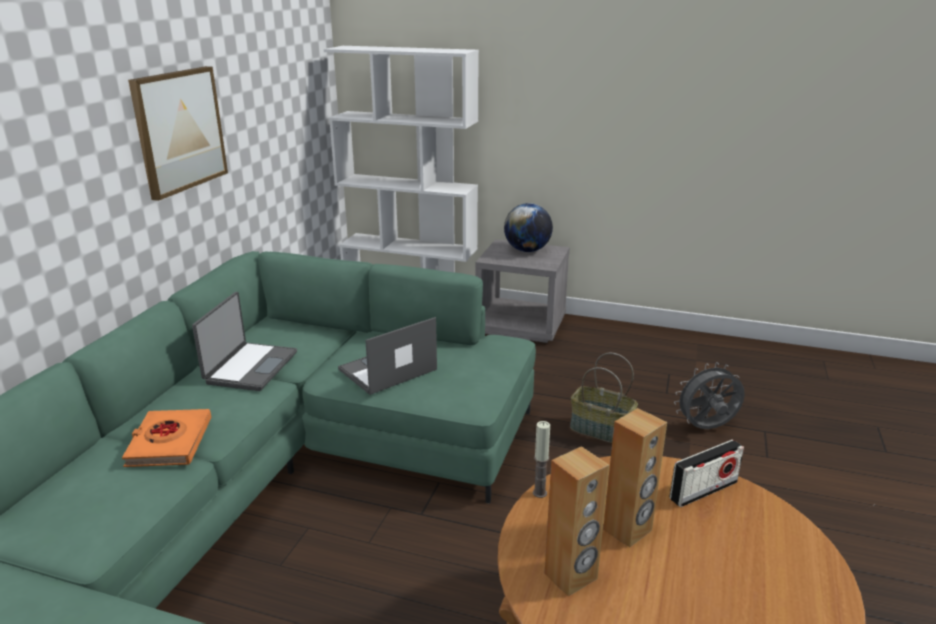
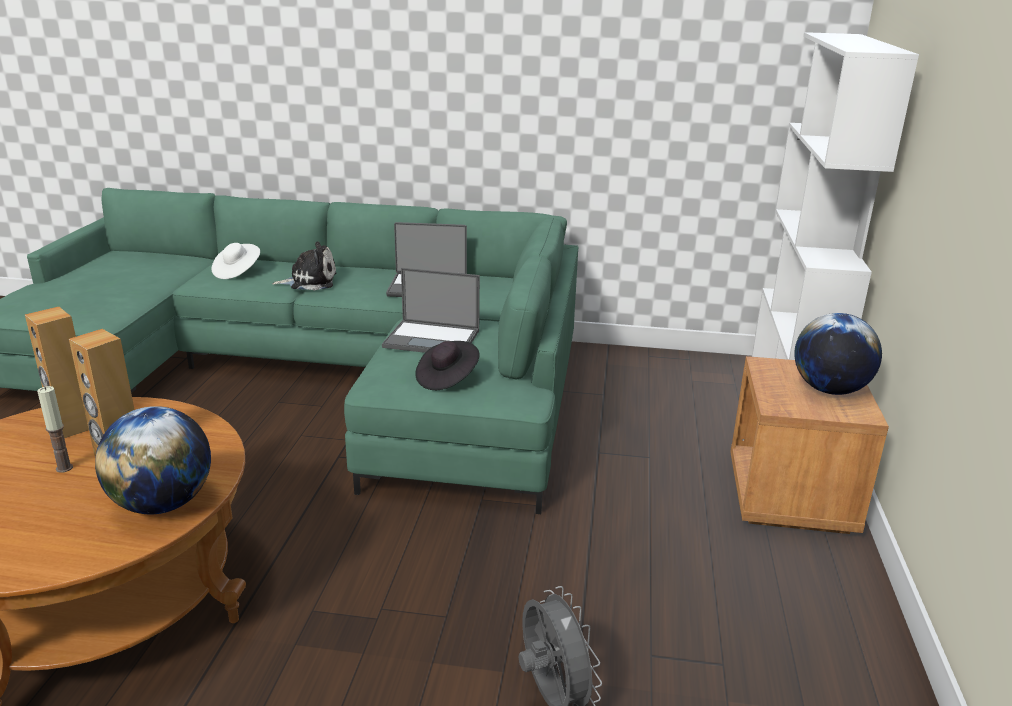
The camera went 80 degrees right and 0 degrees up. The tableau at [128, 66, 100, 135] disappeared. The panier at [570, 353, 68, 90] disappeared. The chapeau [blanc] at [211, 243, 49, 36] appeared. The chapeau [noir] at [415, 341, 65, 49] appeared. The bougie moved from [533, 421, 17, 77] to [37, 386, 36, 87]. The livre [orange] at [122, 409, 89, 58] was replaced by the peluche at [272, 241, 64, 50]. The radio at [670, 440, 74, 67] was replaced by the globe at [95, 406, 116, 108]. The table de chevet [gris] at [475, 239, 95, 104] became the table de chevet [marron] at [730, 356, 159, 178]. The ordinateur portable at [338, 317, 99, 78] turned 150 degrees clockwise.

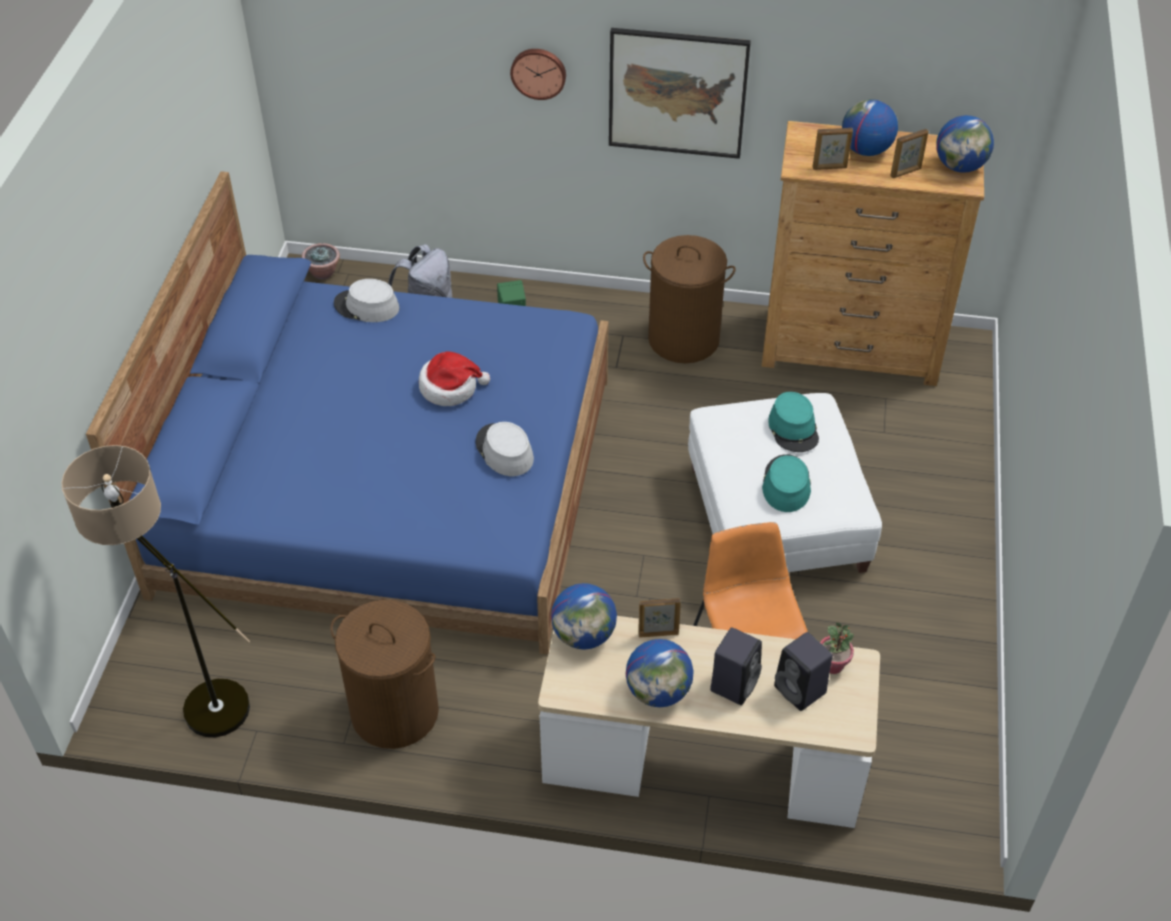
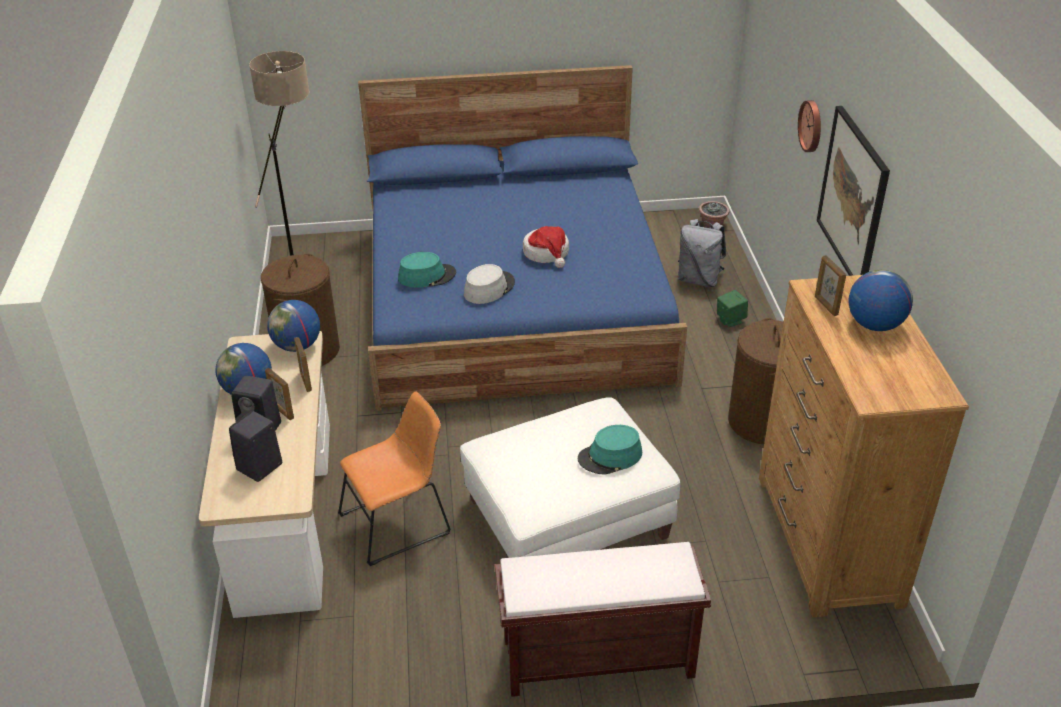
The camera went 75 degrees right and 10 degrees down. The chapeau [gris] at [334, 279, 66, 43] disappeared. The plante en pot at [820, 622, 34, 52] disappeared. The globe at [936, 115, 58, 58] disappeared. The banc [marron] at [495, 542, 216, 155] appeared. The chapeau [turquoise] moved from [762, 454, 49, 58] to [398, 252, 58, 35]. The cadre photo moved from [890, 129, 39, 49] to [265, 368, 29, 52].

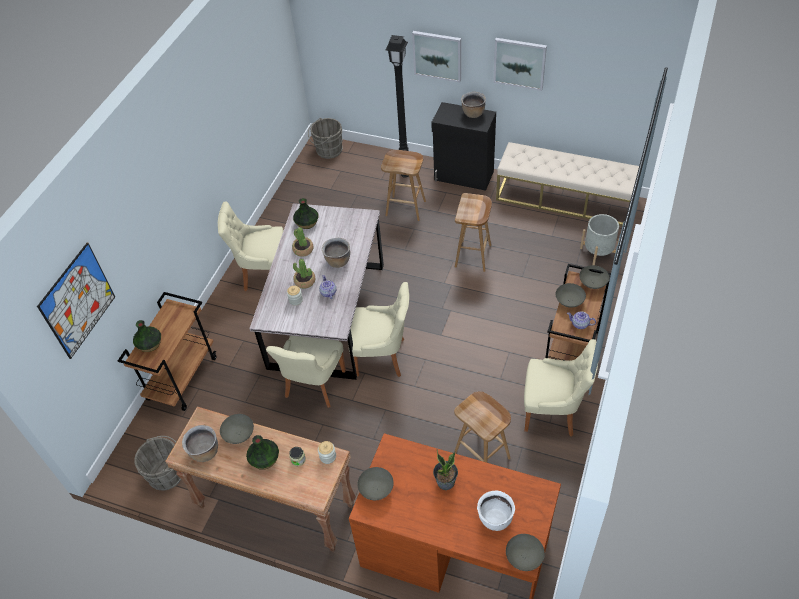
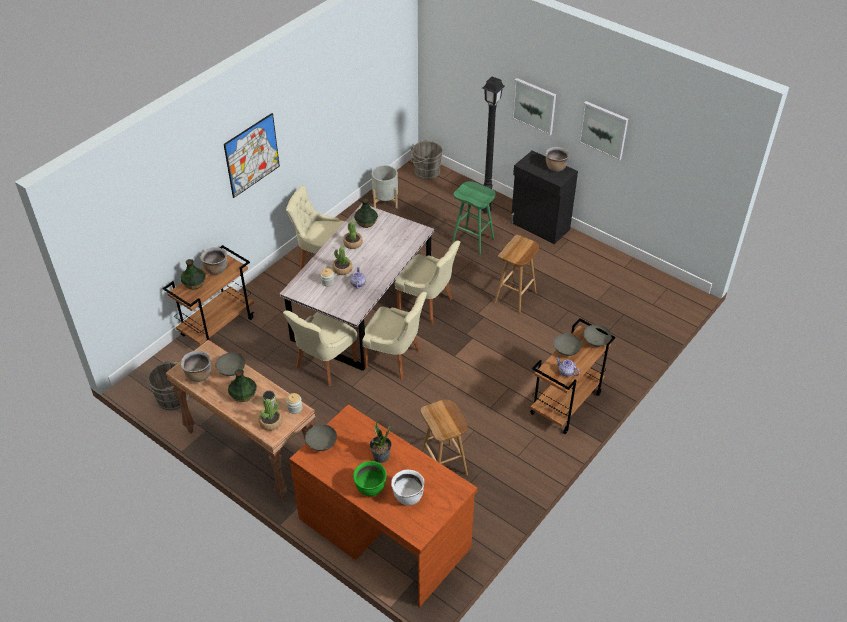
The camera went 15 degrees right and 5 degrees down. The banc [beige] at [496, 142, 143, 84] disappeared. The bol [gris] at [506, 534, 39, 37] disappeared. The plante en pot at [259, 399, 23, 32] appeared. The marmite [vert] at [353, 461, 34, 35] appeared. The tableau moved from [37, 242, 78, 117] to [224, 113, 56, 85]. The marmite [marron] moved from [322, 238, 28, 30] to [200, 247, 28, 28]. The chaise [beige] moved from [524, 339, 74, 97] to [395, 240, 65, 84]. The cache-pot [gris] moved from [580, 214, 39, 51] to [372, 165, 26, 43]. The tabouret [marron] at [381, 150, 45, 71] became the tabouret [vert] at [452, 181, 44, 73].

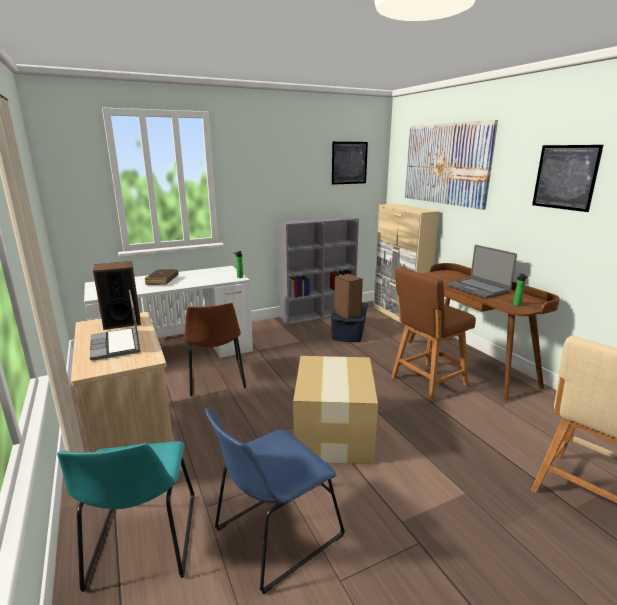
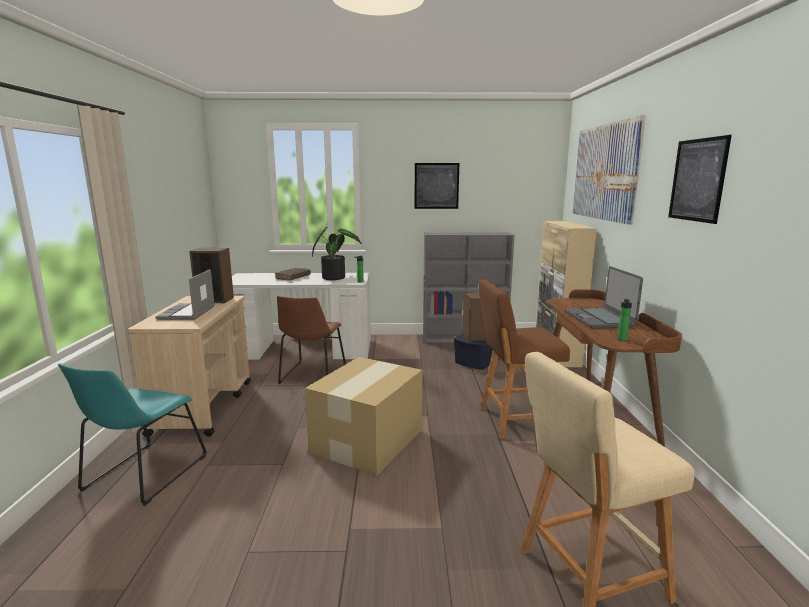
The camera went 25 degrees right and 5 degrees down. The chaise [bleu] at [205, 408, 140, 187] disappeared. The plante en pot at [312, 227, 50, 53] appeared. The tableau moved from [332, 142, 36, 43] to [415, 163, 44, 46].

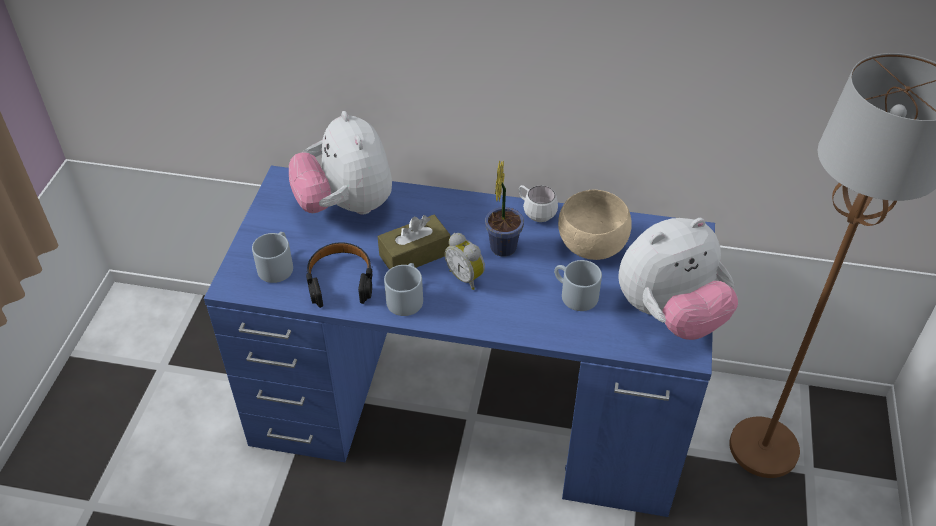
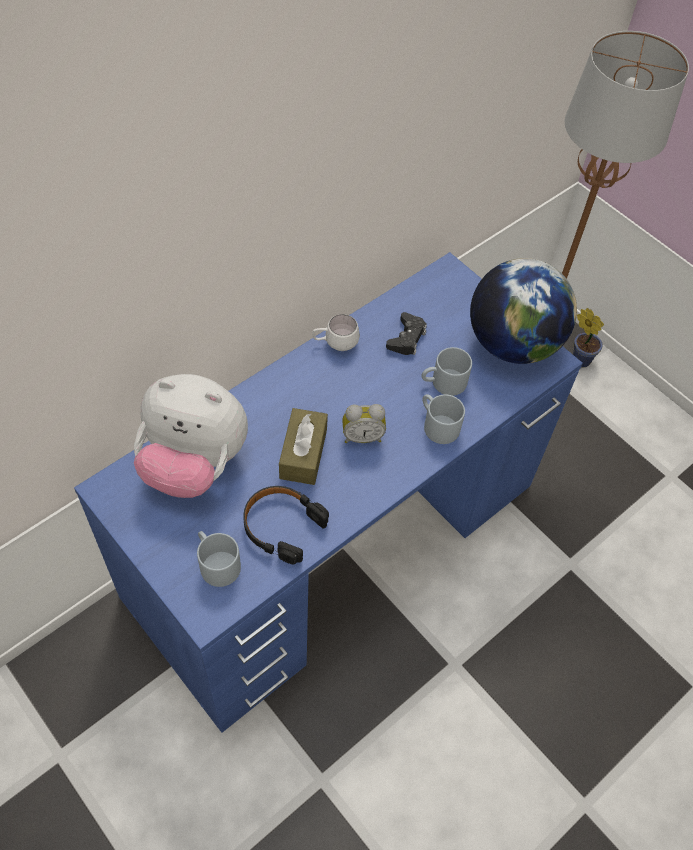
The camera went 55 degrees left and 10 degrees up. The mug [gris] moved from [384, 263, 39, 53] to [423, 394, 42, 50]. The plante en pot moved from [485, 161, 39, 96] to [573, 308, 31, 60]. The bol [beige] at [558, 190, 74, 70] was replaced by the manette [noir] at [386, 312, 41, 43]. The peluche at [618, 218, 120, 122] was replaced by the globe at [470, 258, 107, 106].

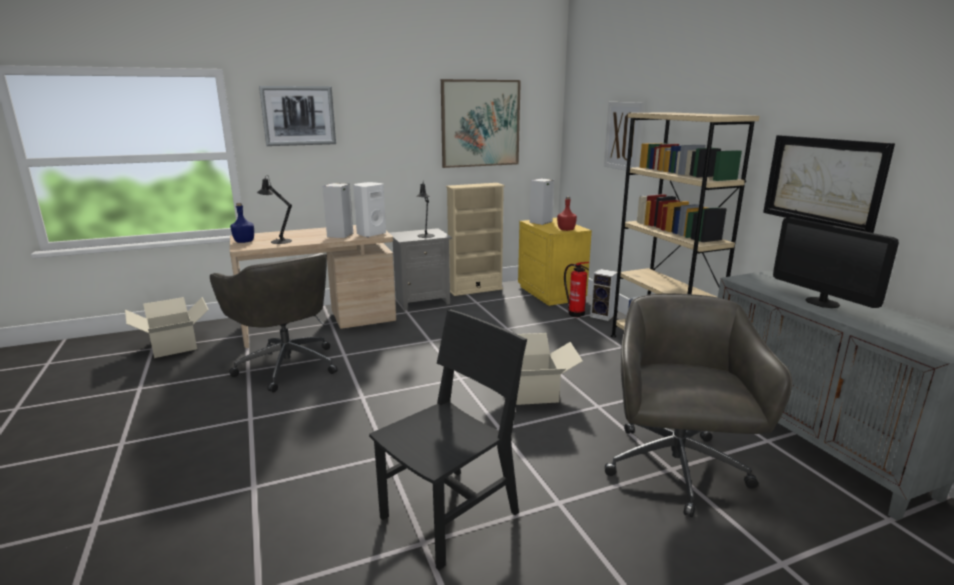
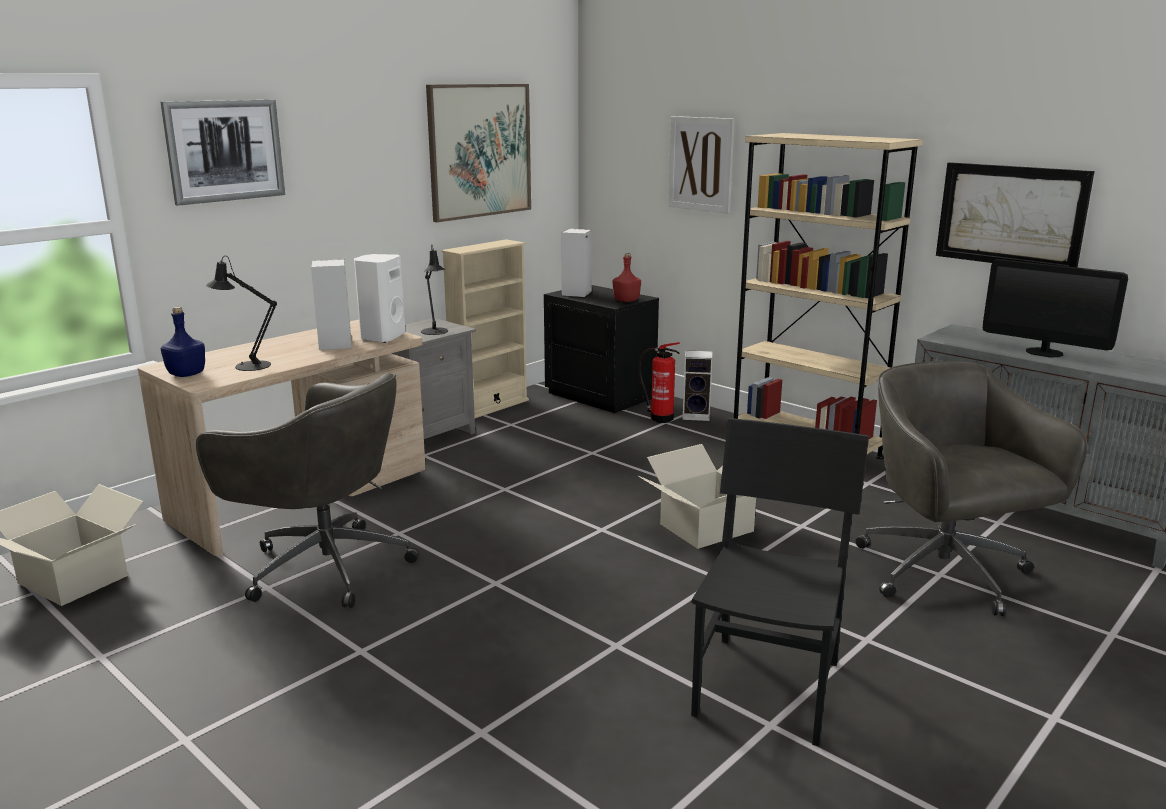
The camera went 25 degrees left and 0 degrees up. The table de chevet [jaune] at [518, 218, 74, 88] became the table de chevet [noir] at [544, 285, 115, 128].

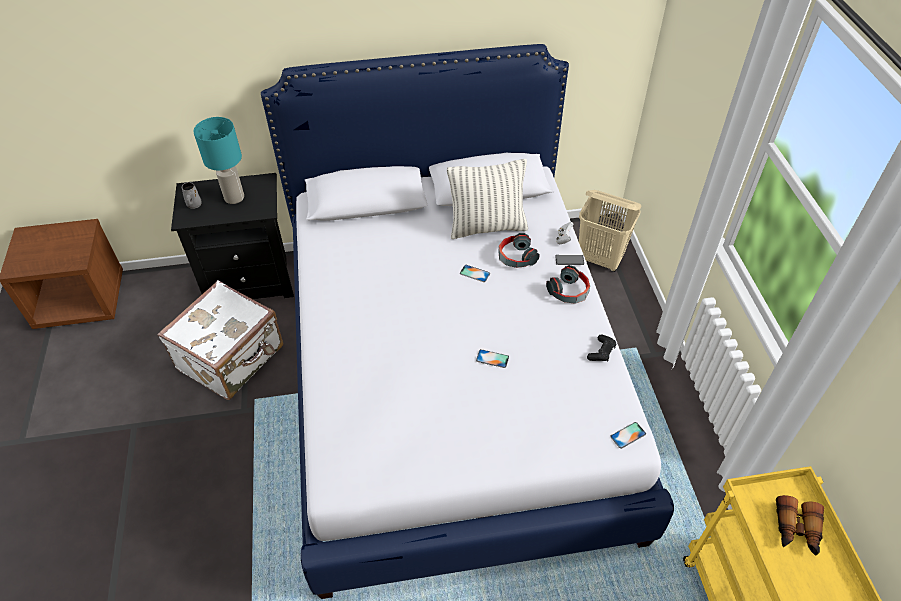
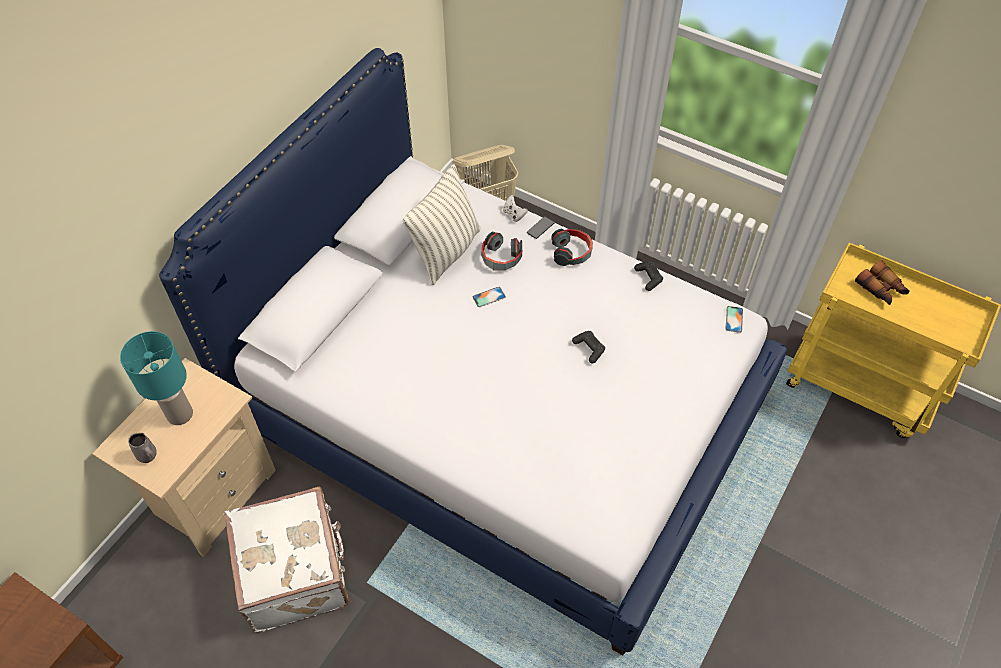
The camera went 50 degrees left and 5 degrees up. The téléphone at [476, 349, 33, 19] was replaced by the manette [noir] at [572, 331, 33, 33]. The table de chevet [noir] at [171, 173, 123, 126] became the table de chevet [beige] at [92, 358, 184, 199].

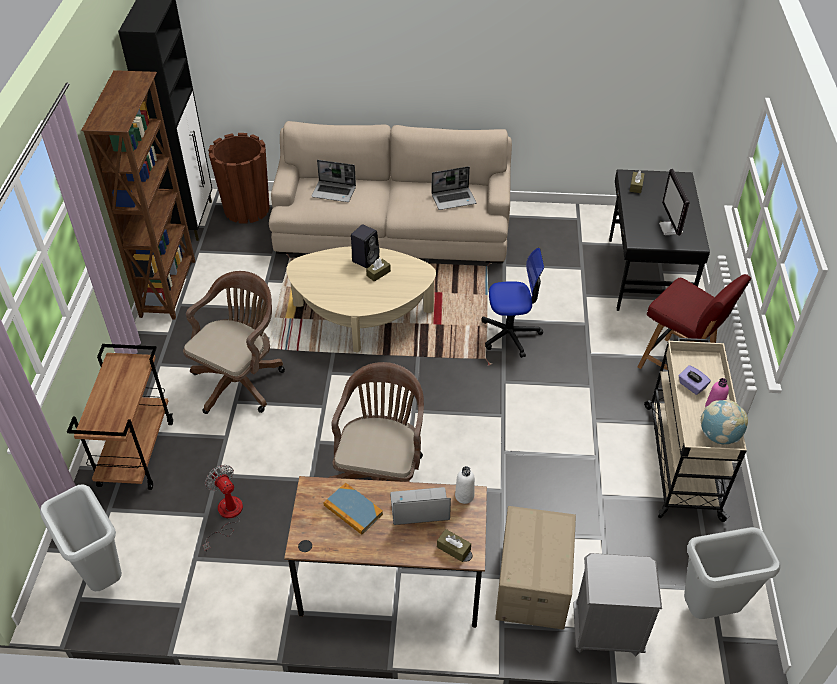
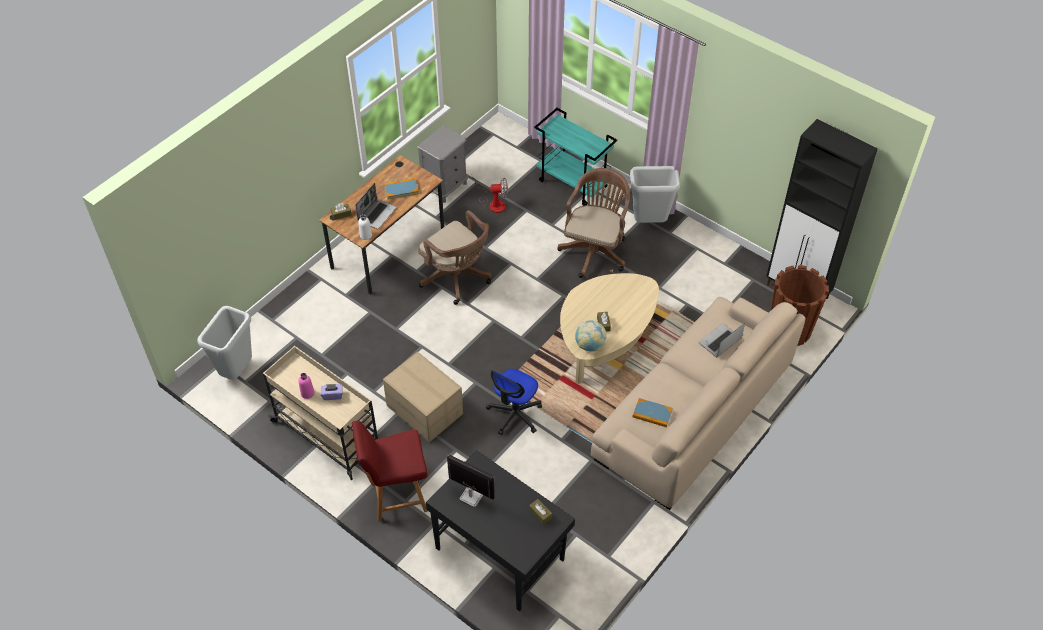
The camera went 125 degrees right and 5 degrees up. The bibliothèque [marron] at [81, 70, 114, 249] disappeared. The enceinte [noir] at [351, 224, 29, 44] disappeared. The poubelle [gris] moved from [40, 484, 82, 107] to [630, 166, 50, 57]. The carton moved from [495, 506, 81, 124] to [383, 352, 80, 90]. The table de chevet [gris] moved from [573, 553, 89, 103] to [417, 125, 51, 78]. The globe moved from [701, 400, 47, 44] to [575, 320, 31, 32]. The ordinateur portable at [431, 166, 45, 44] was replaced by the livre at [632, 398, 41, 29]. The chariot [marron] at [67, 344, 106, 146] became the chariot [turquoise] at [534, 108, 83, 98]. The chaise de bureau [marron] at [183, 271, 102, 143] turned 135 degrees counterclockwise.

